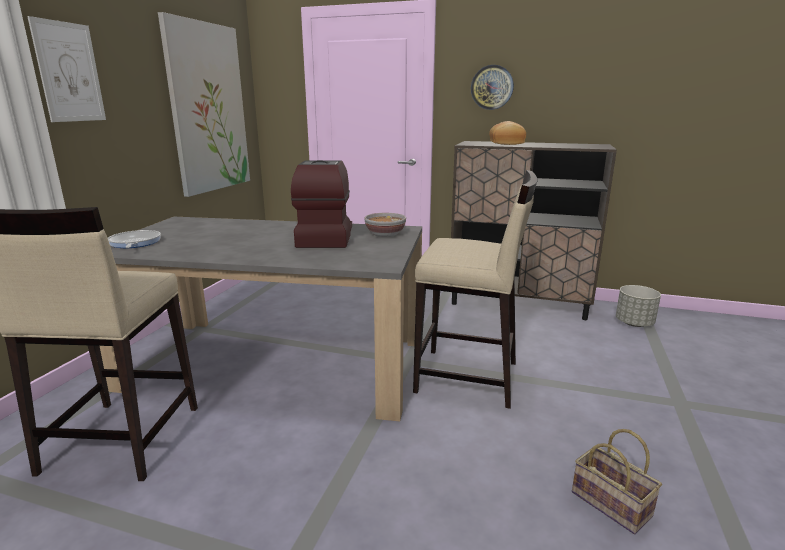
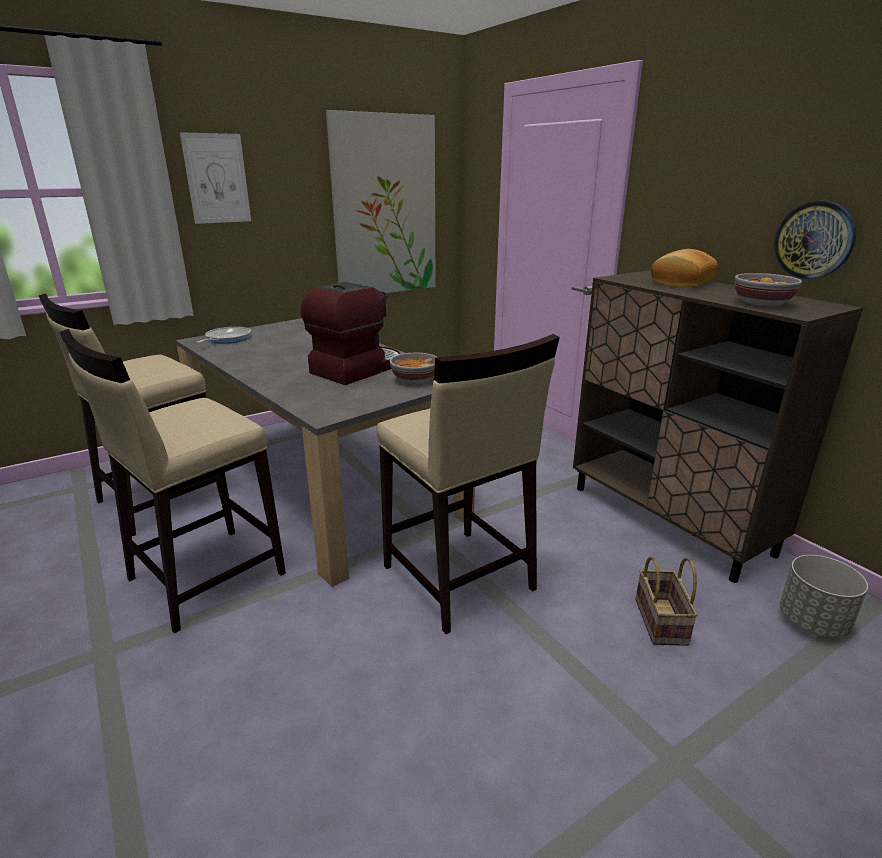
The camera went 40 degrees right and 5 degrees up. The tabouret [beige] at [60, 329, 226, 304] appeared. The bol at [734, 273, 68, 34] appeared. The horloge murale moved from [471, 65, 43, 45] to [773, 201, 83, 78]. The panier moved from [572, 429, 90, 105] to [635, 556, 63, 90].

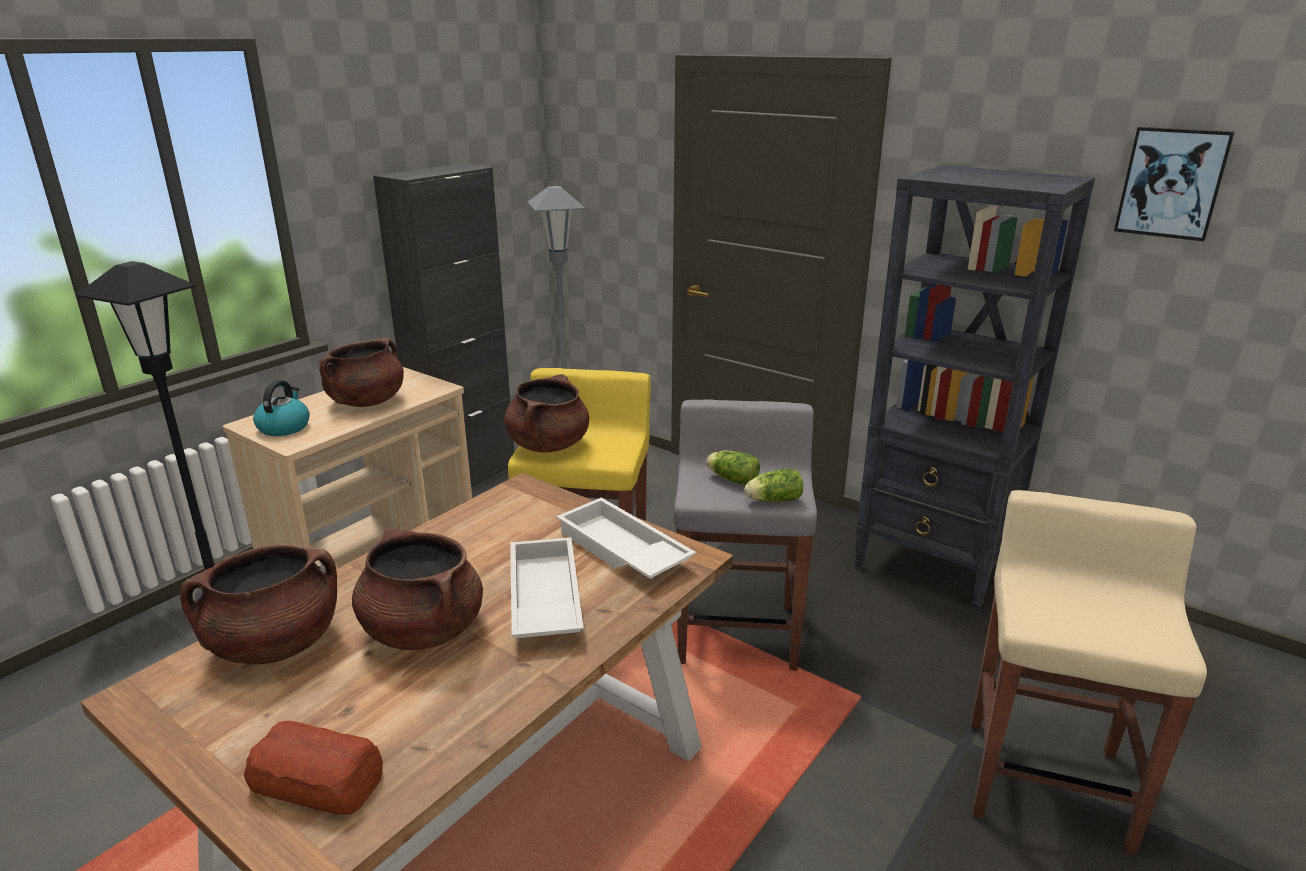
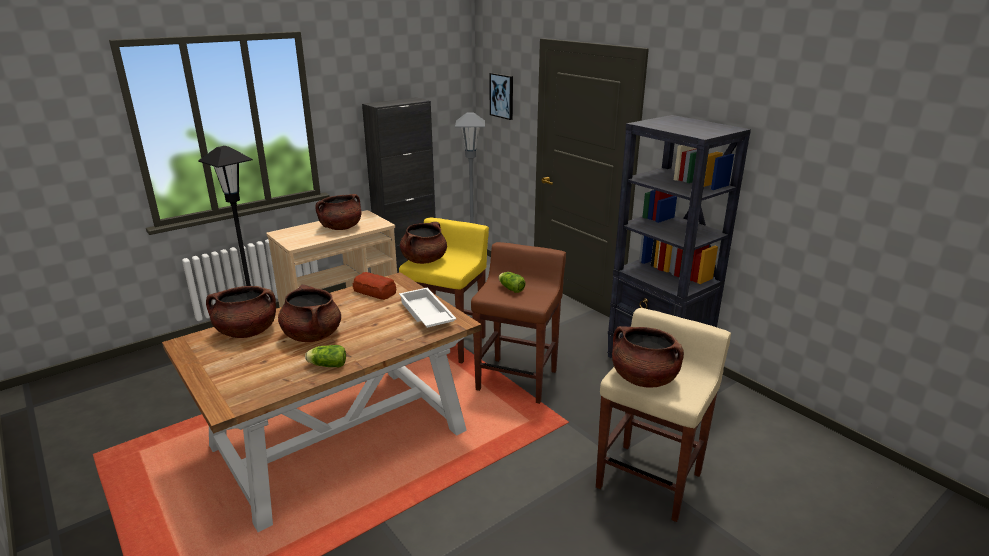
The camera went 15 degrees right and 0 degrees up. The bouilloire at [253, 380, 57, 56] disappeared. The plateau [blanc] at [510, 537, 74, 101] disappeared. The marmite [marron] at [612, 326, 72, 62] appeared. The pain moved from [244, 721, 139, 94] to [353, 272, 43, 28]. The laitue moved from [745, 469, 58, 33] to [305, 345, 41, 23]. The tableau moved from [1114, 127, 121, 114] to [490, 73, 23, 47]. The tabouret [gris] at [673, 399, 144, 272] became the tabouret [marron] at [471, 242, 95, 162].

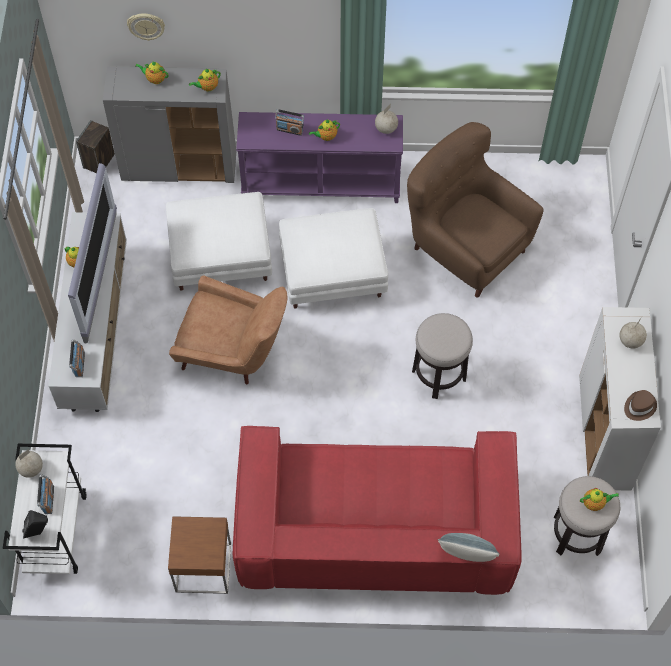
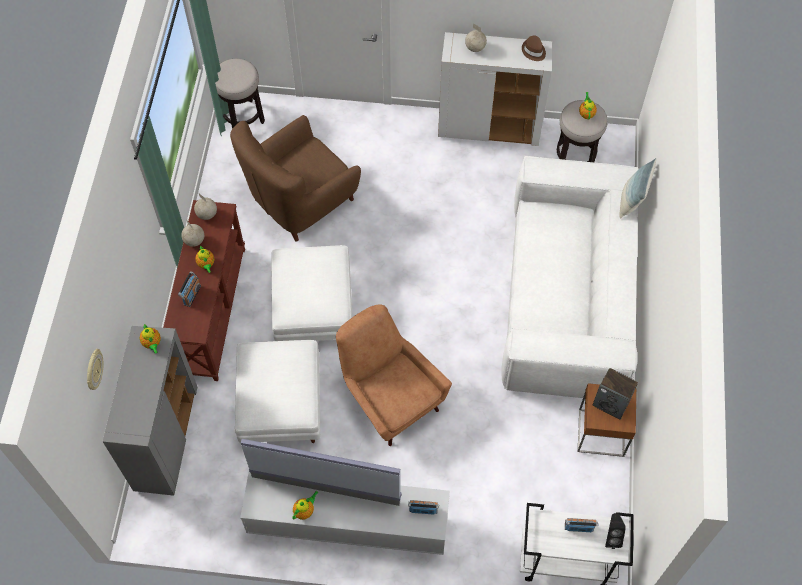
The camera went 85 degrees left and 0 degrees up. The théière at [136, 62, 32, 22] disappeared. The globe moved from [15, 449, 28, 29] to [181, 219, 23, 28]. The enceinte moved from [76, 120, 39, 53] to [592, 368, 46, 52]. The tabouret moved from [412, 313, 61, 86] to [215, 59, 50, 70]. The canapé [rouge] at [233, 426, 289, 169] became the canapé [blanc] at [501, 156, 137, 242]. The table console [violet] at [236, 112, 167, 91] became the table console [marron] at [163, 200, 82, 181]. The fauteuil [marron] at [169, 276, 118, 108] turned 60 degrees counterclockwise.

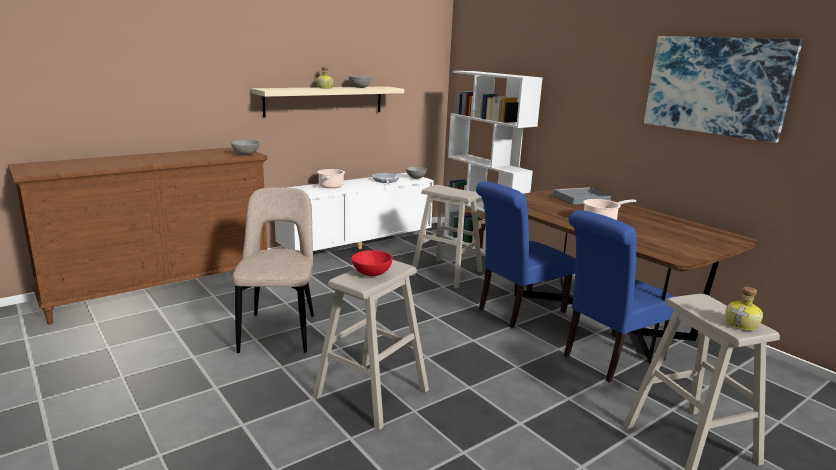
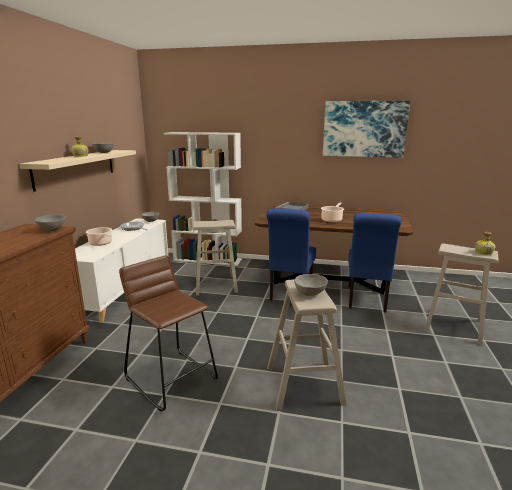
The camera went 40 degrees left and 0 degrees up. The chaise [beige] at [232, 188, 82, 165] was replaced by the tabouret [marron] at [119, 255, 99, 156]. The bol [rouge] at [351, 250, 42, 26] became the bol [gris] at [294, 274, 34, 22].

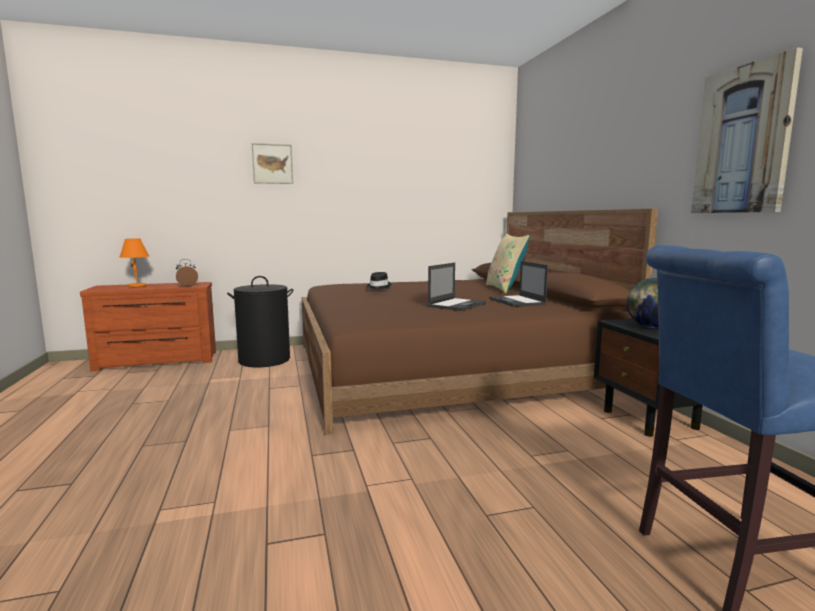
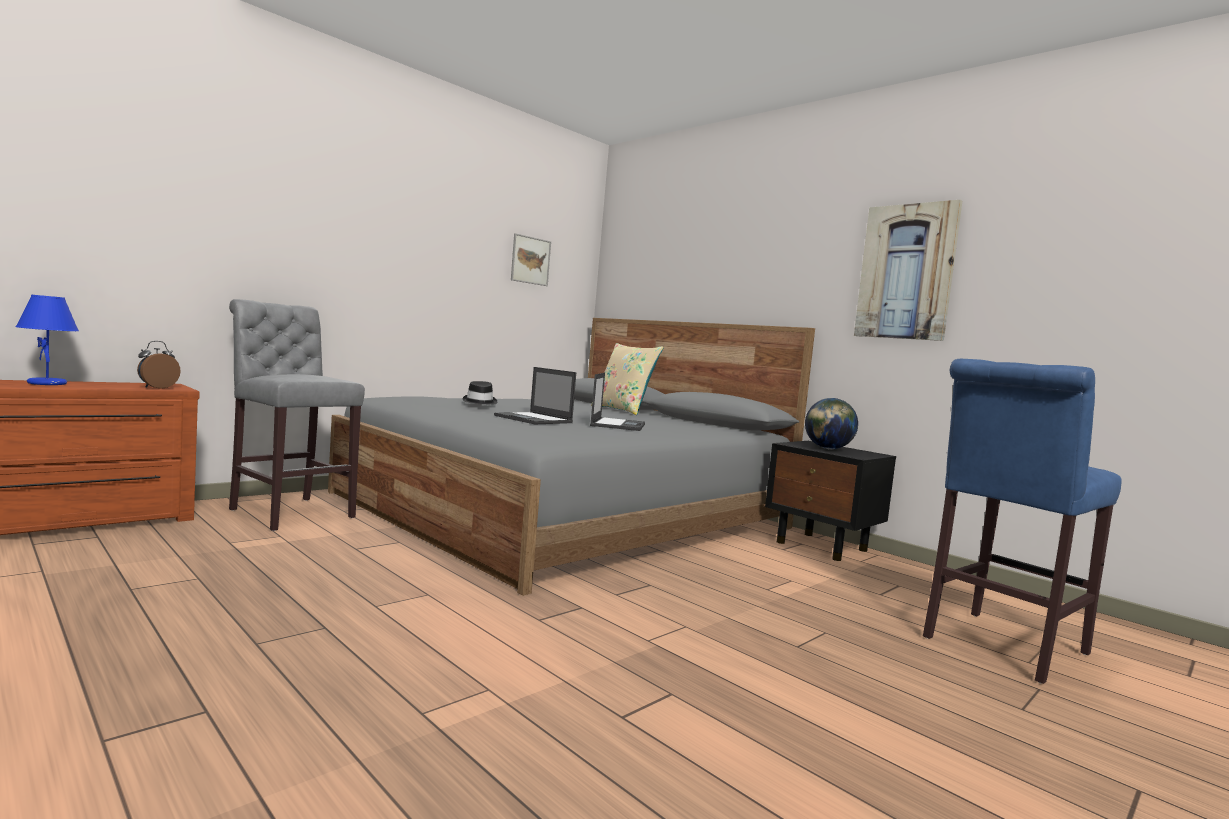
The camera went 30 degrees left and 5 degrees down. The tableau moved from [252, 143, 41, 41] to [511, 233, 40, 53]. The ordinateur portable moved from [489, 261, 59, 46] to [494, 367, 82, 57]. The panier à linge [noir] at [227, 276, 66, 91] was replaced by the tabouret [gris] at [229, 299, 136, 232]. The lampe de table [orange] at [120, 239, 29, 48] became the lampe de table [bleu] at [15, 295, 64, 90]. The lit [marron] at [302, 208, 356, 227] became the lit [gris] at [328, 318, 487, 278].

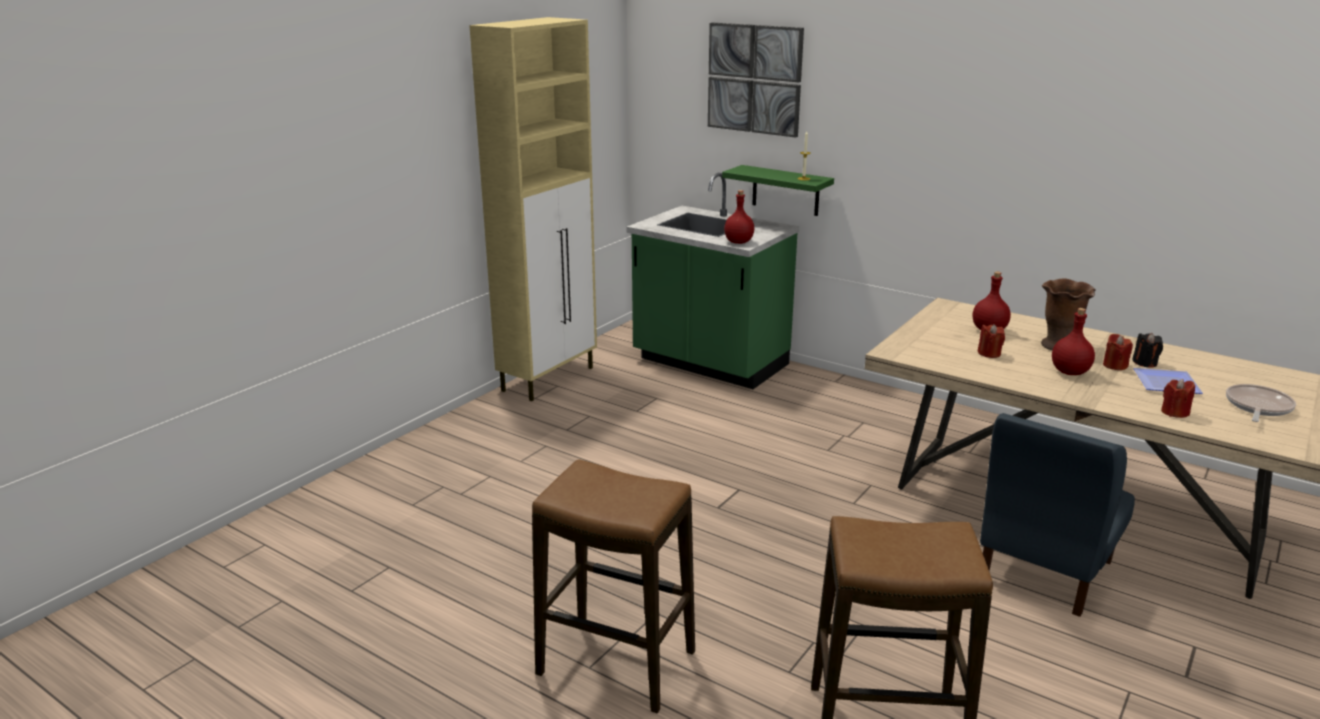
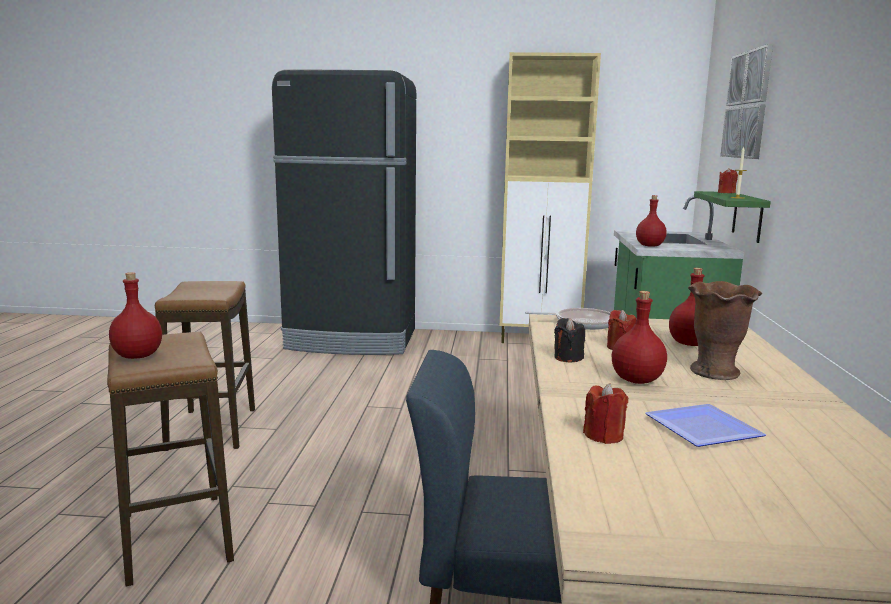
The camera went 60 degrees right and 10 degrees down. The bouteille [rouge] at [109, 272, 53, 87] appeared. The réfrigérateur [noir] at [272, 69, 144, 286] appeared. The bougie [rouge] moved from [1103, 334, 30, 36] to [718, 168, 20, 25]. The bougie [noir] moved from [1132, 333, 31, 34] to [554, 318, 31, 45]. The poêle moved from [1226, 384, 70, 38] to [525, 308, 86, 22].

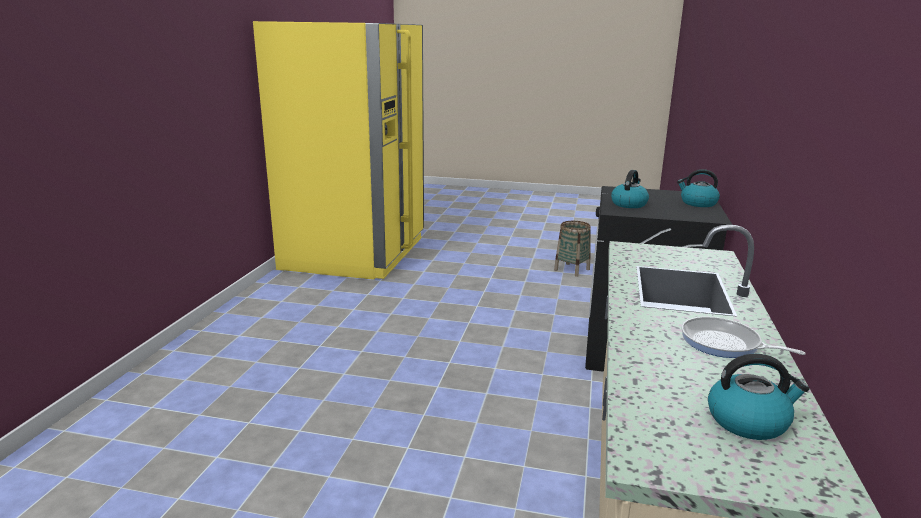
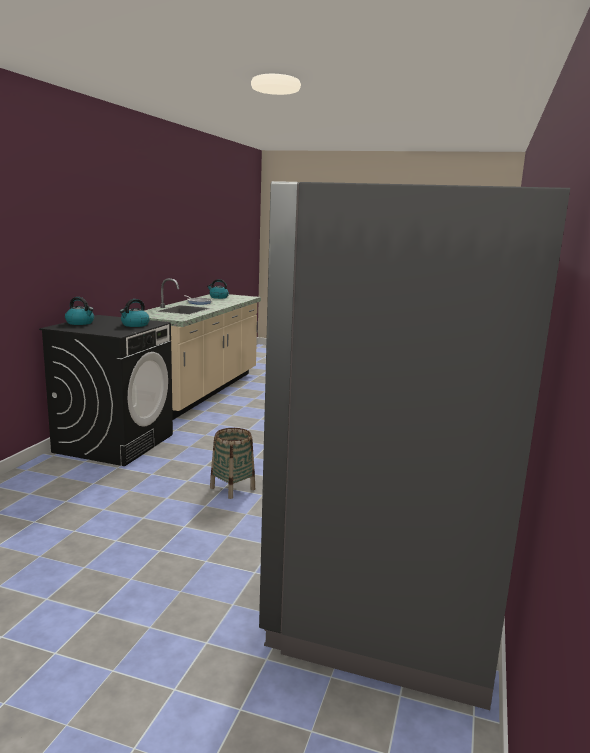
The camera went 175 degrees left and 5 degrees down. The panier moved from [554, 221, 37, 56] to [210, 428, 45, 71]. The réfrigérateur [jaune] at [253, 21, 171, 259] became the réfrigérateur [gris] at [259, 181, 311, 529].

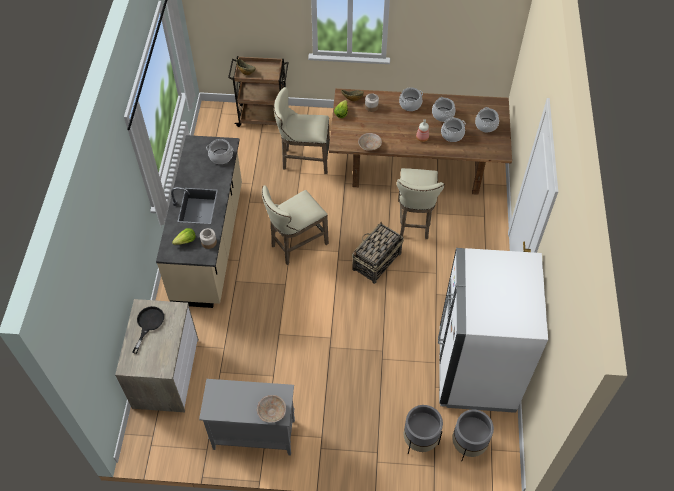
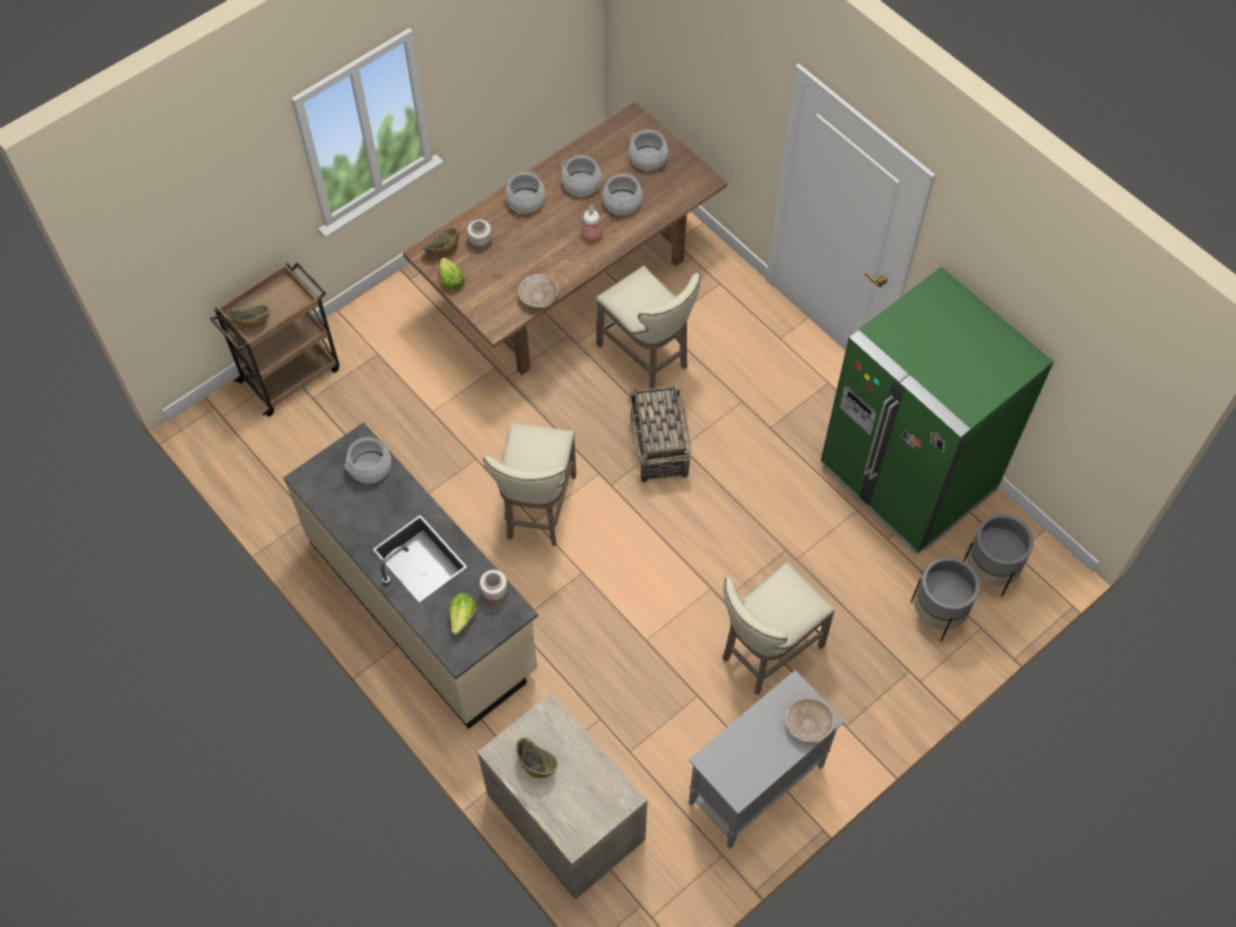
The camera went 45 degrees left and 5 degrees up. The tabouret [beige] moved from [274, 87, 56, 87] to [723, 563, 112, 132]. The poêle [noir] at [132, 306, 32, 48] was replaced by the bol at [516, 738, 41, 40]. The réfrigérateur [blanc] at [438, 248, 110, 165] became the réfrigérateur [vert] at [821, 267, 233, 288].

